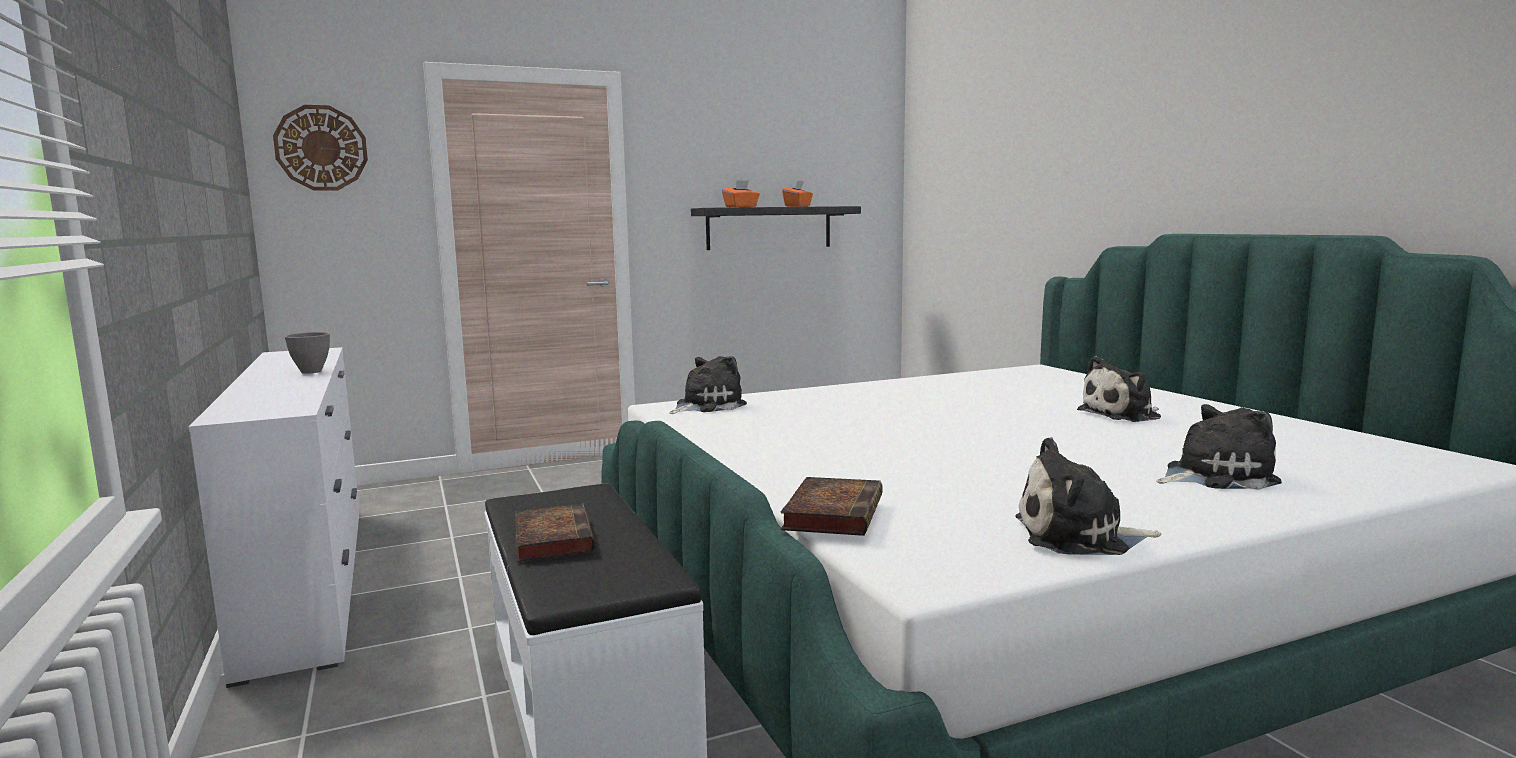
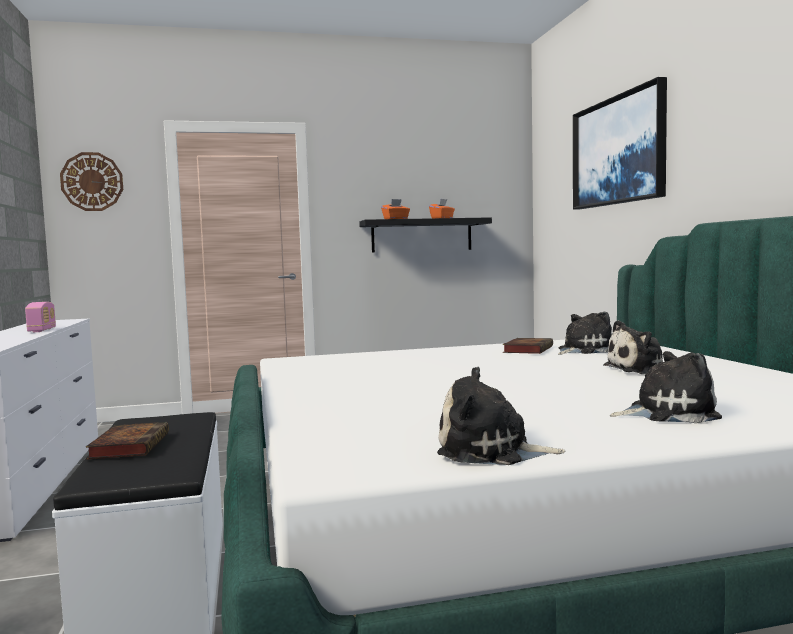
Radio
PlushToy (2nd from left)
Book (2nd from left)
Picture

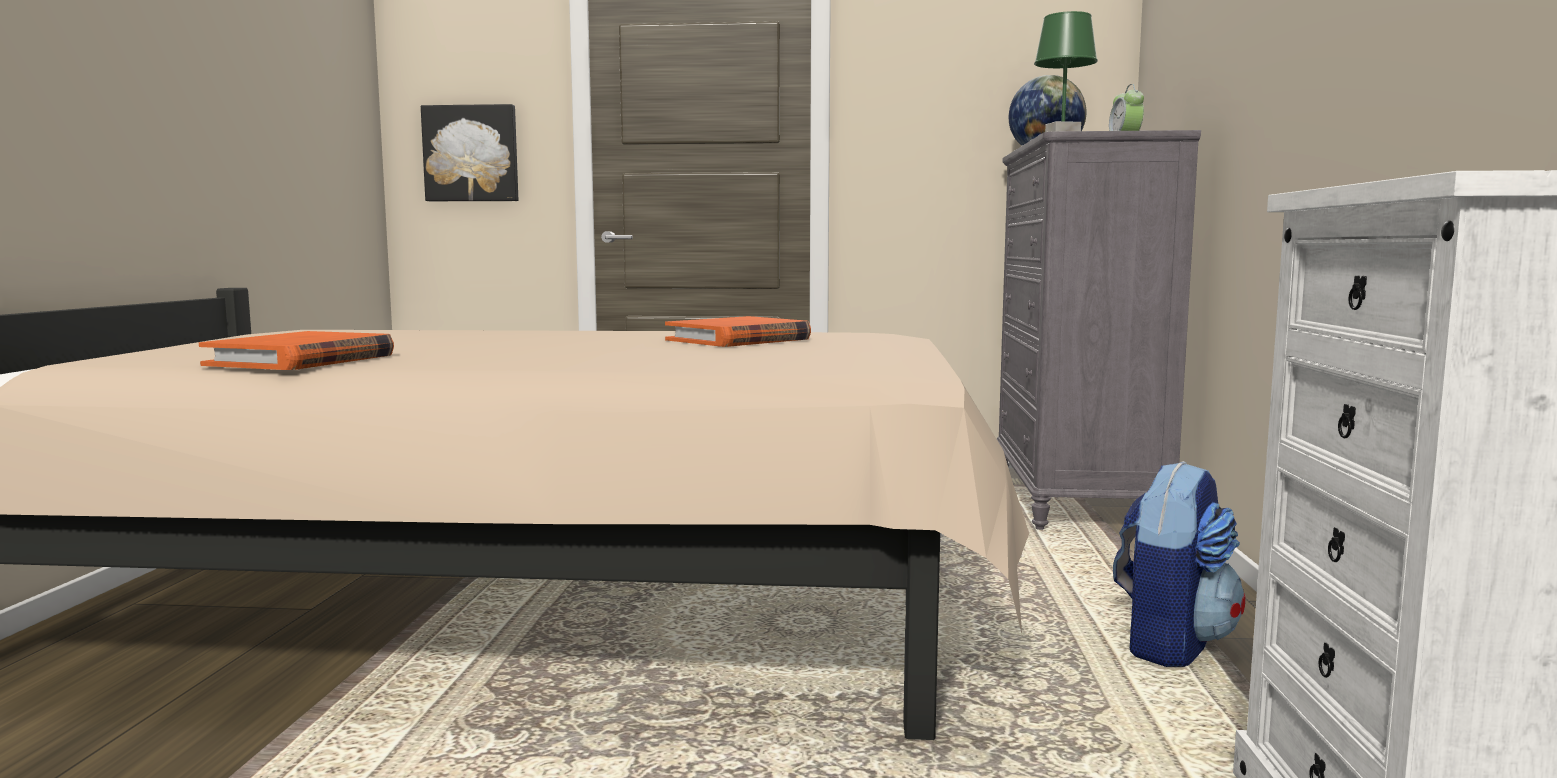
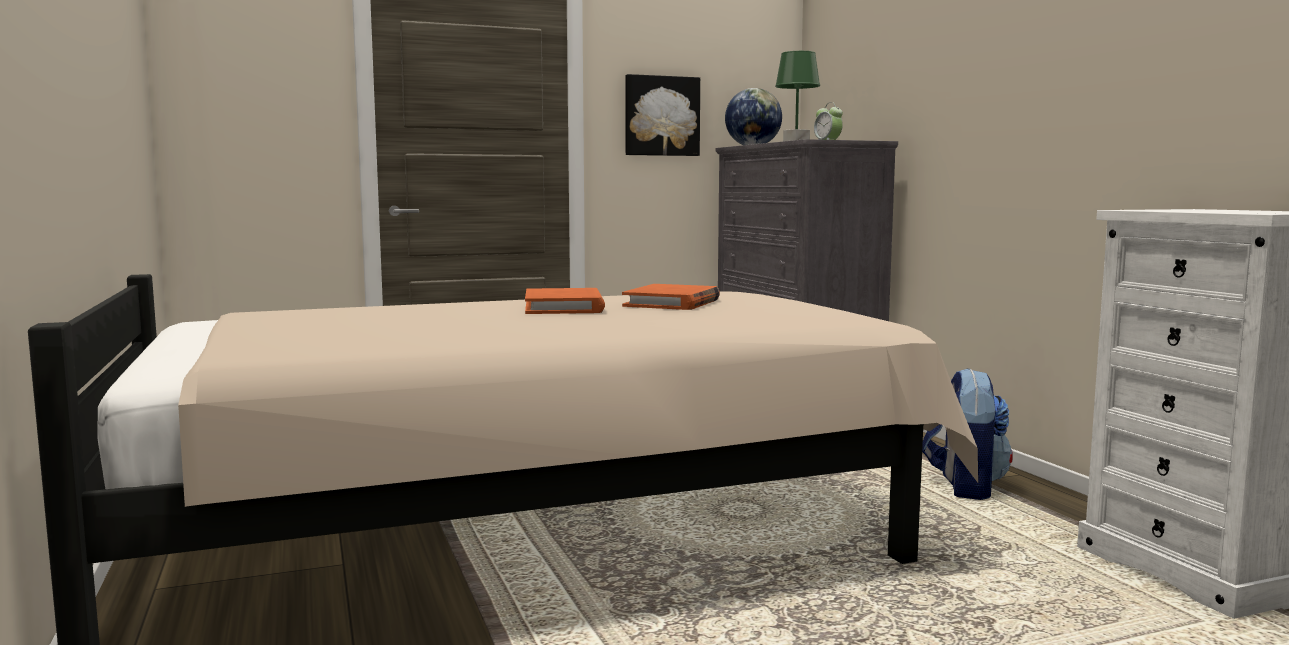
OrangeBook (1st from left)
Picture

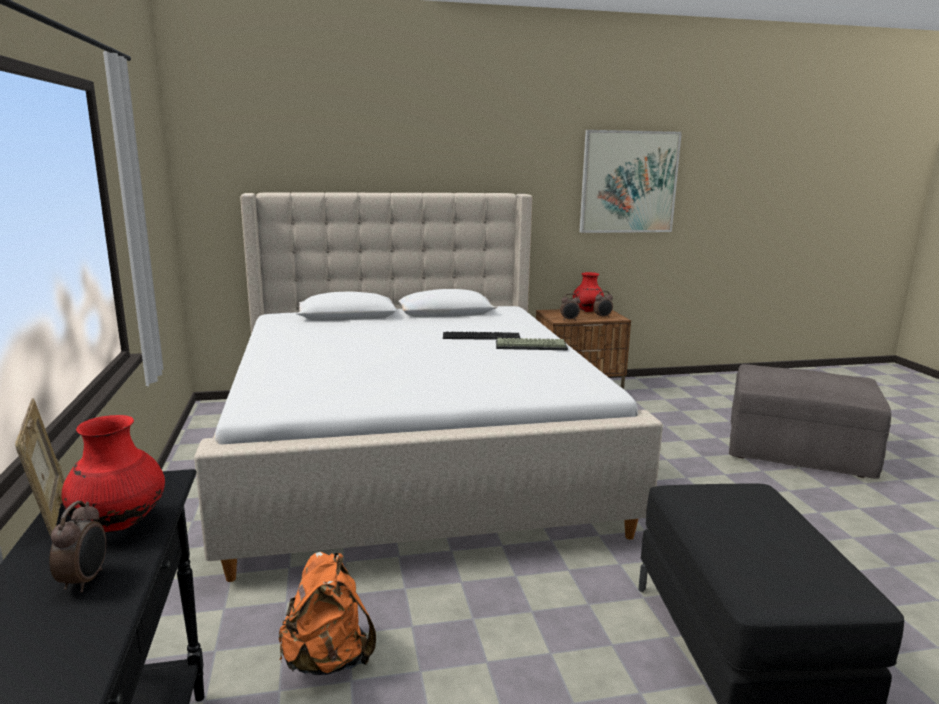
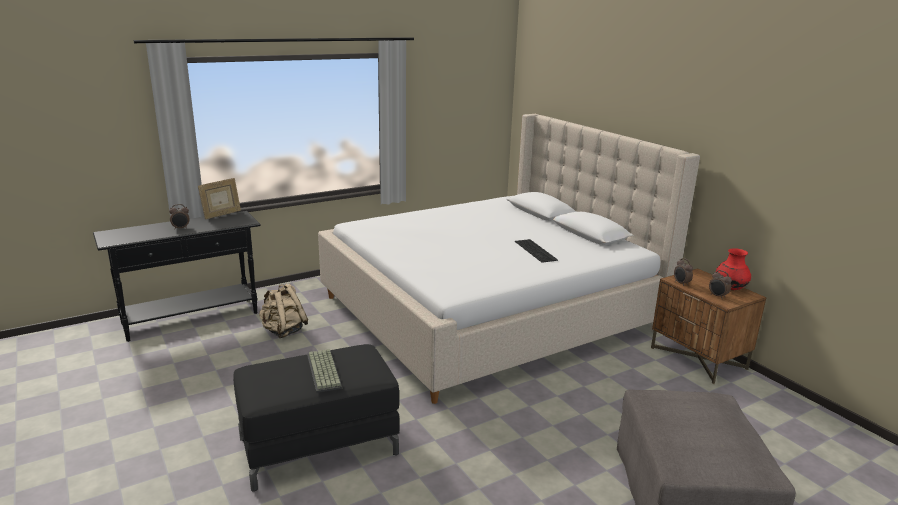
RedVase (1st from left in the first image)
BeigeBackpack
Keyboard (1st from left)
Picture

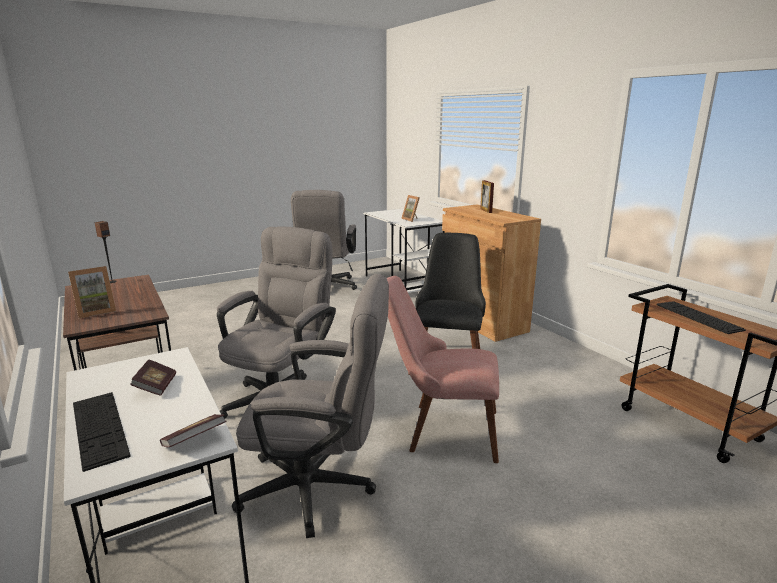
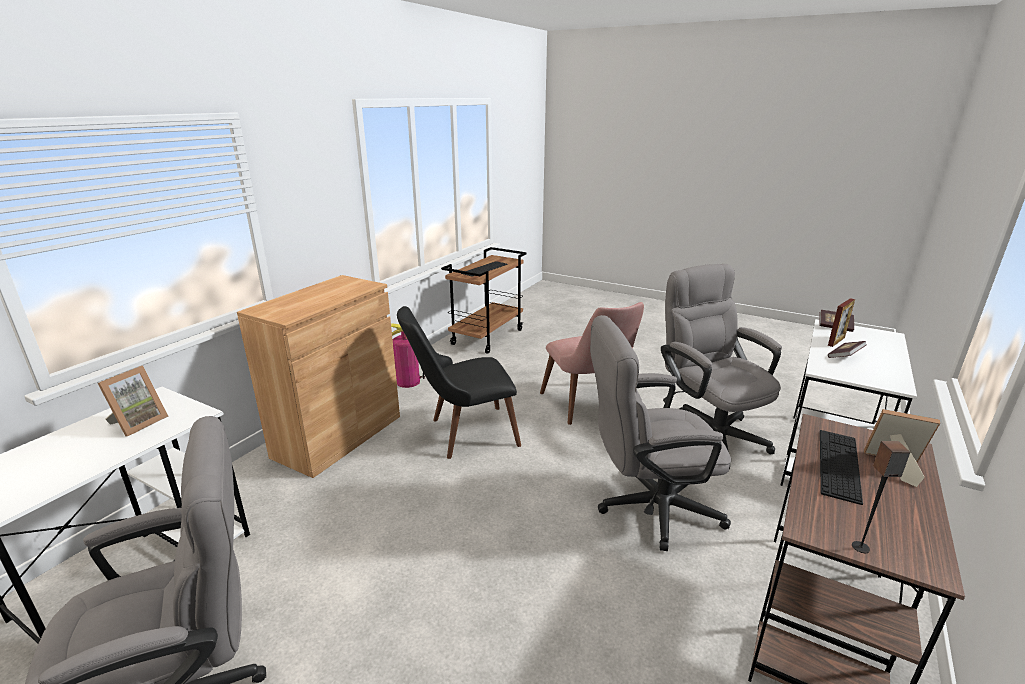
Keyboard (2nd from left)
PictureFrame (2nd from left)
FireExtinguisher

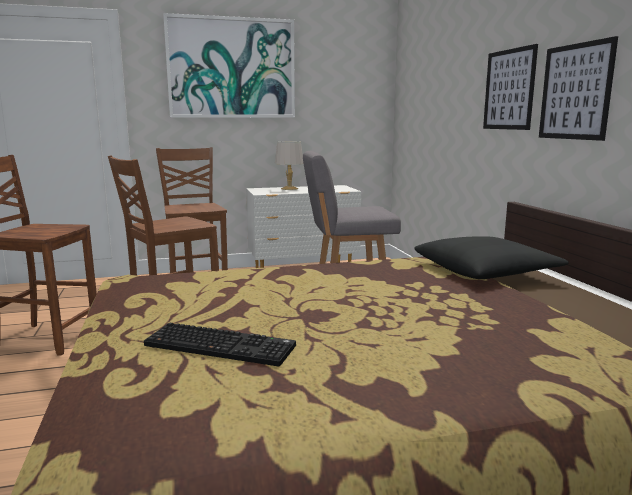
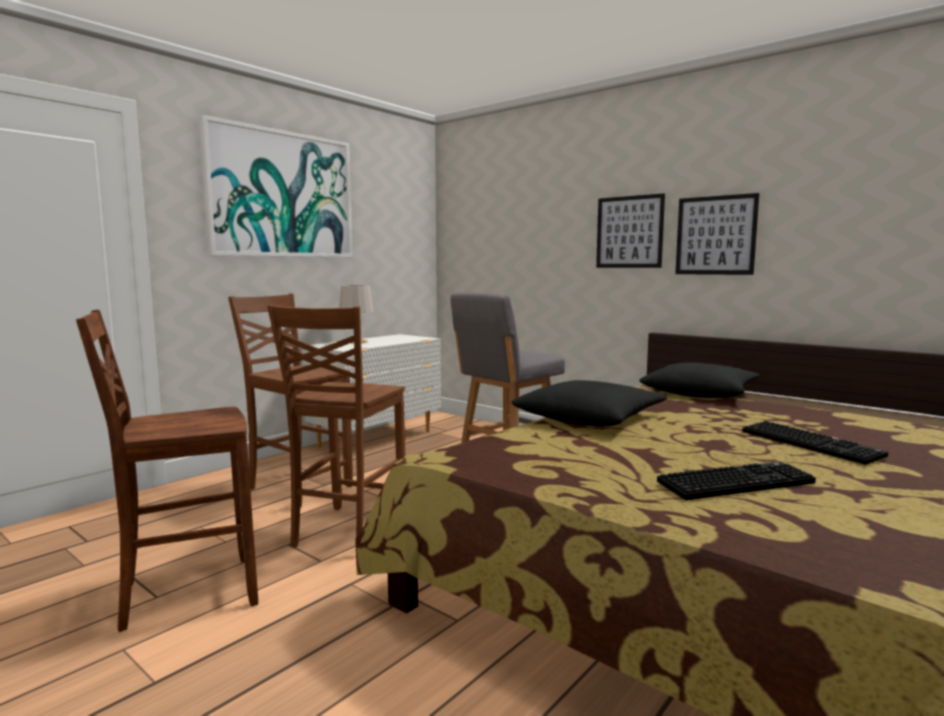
BlackPillow (1st from left)
Keyboard (2nd from left)

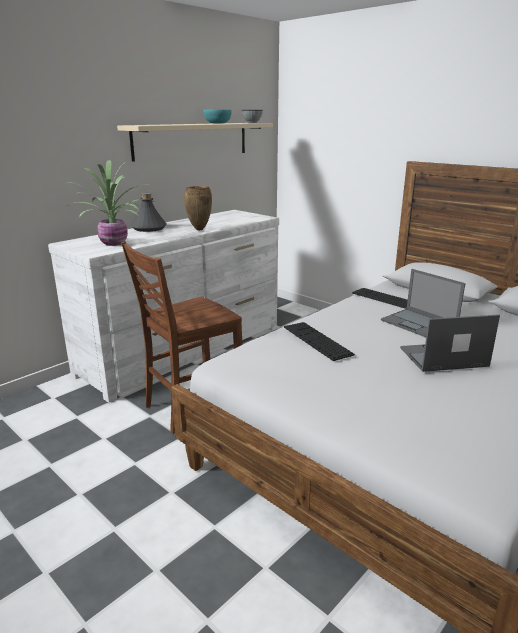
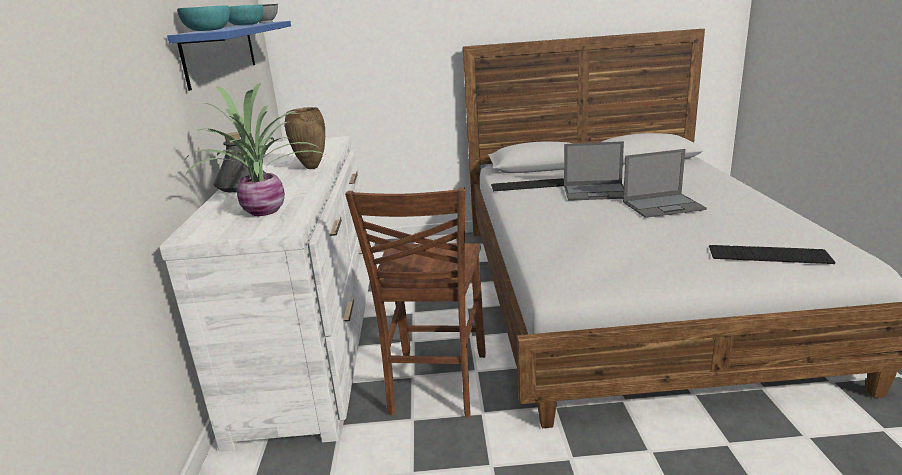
BlueShelf
Keyboard (2nd from left)
Laptop (2nd from left)
TurquoiseBowl (1st from left)

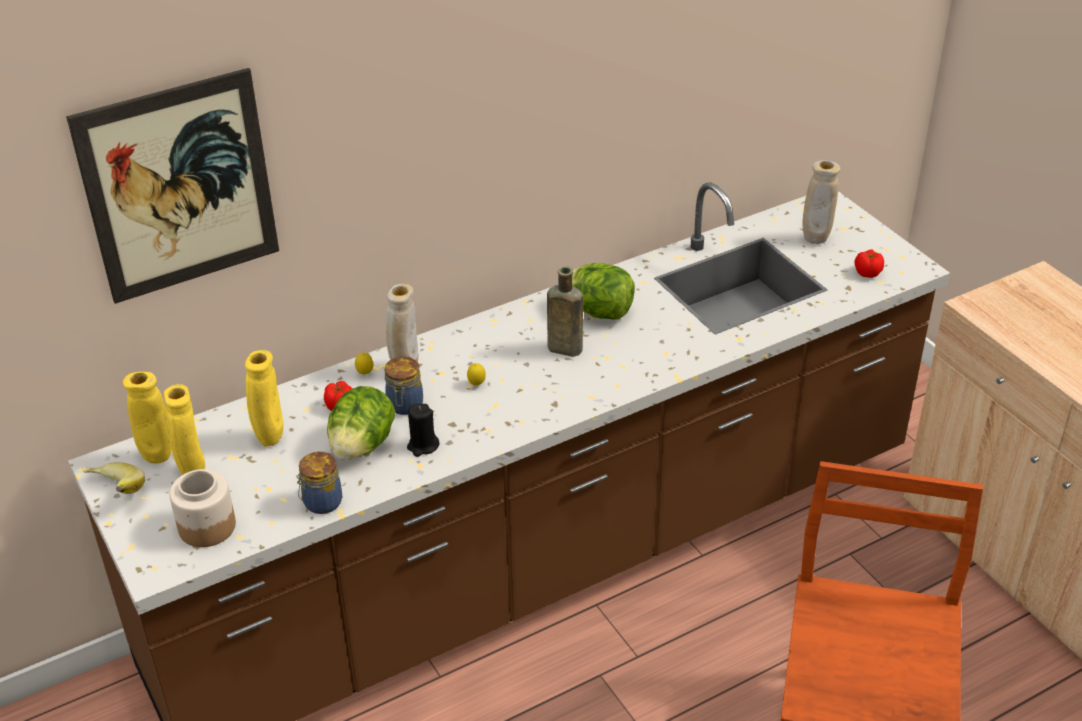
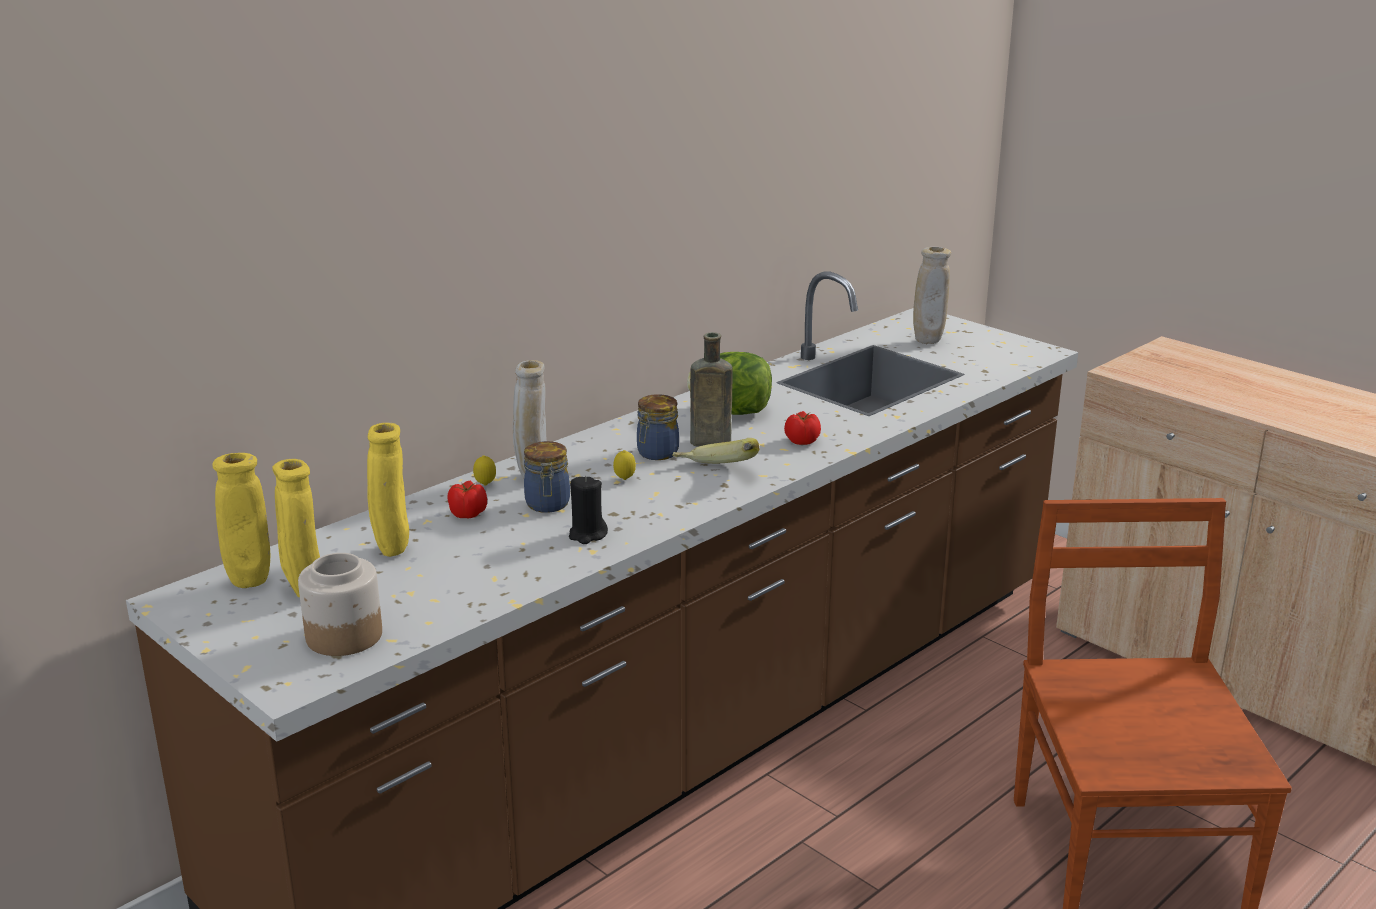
Picture
Banana
Jar (3rd from left)
Lettuce (1st from left in the first image)
Tomato (2nd from left)

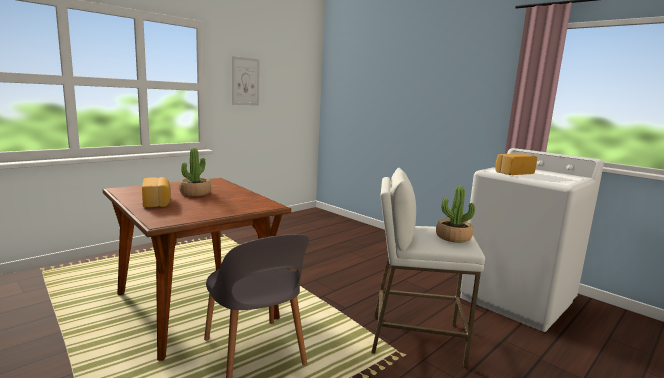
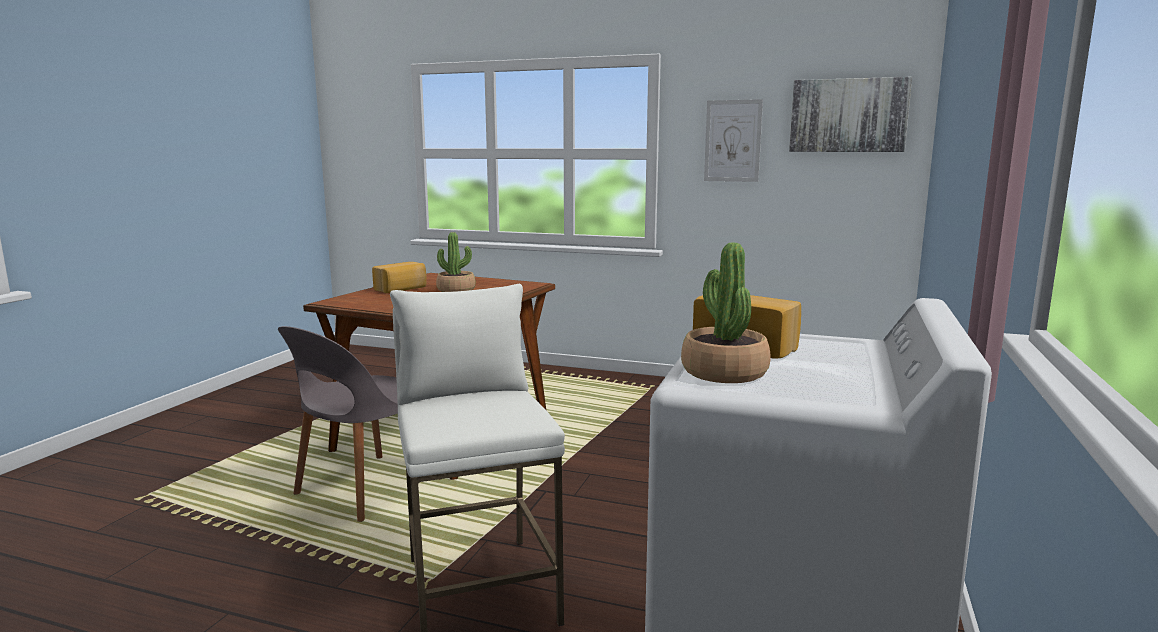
PottedPlant (2nd from left)
Picture (2nd from left)

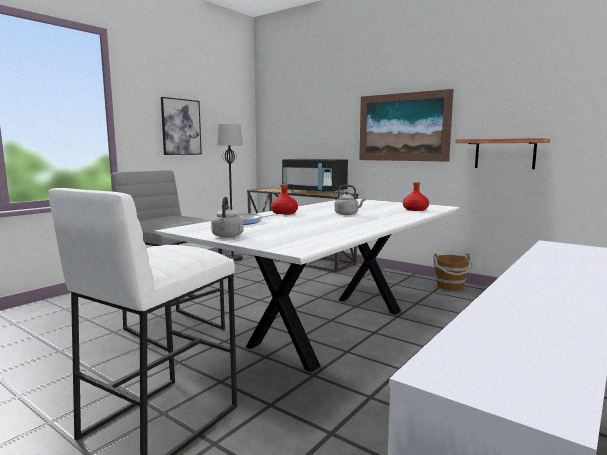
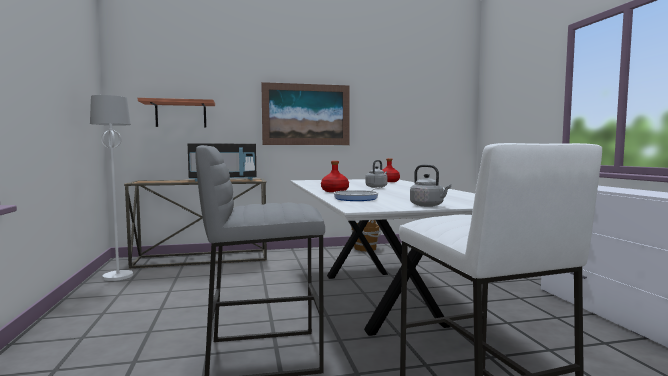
Picture (1st from left in the first image)
WhiteFloorLamp
Shelf

